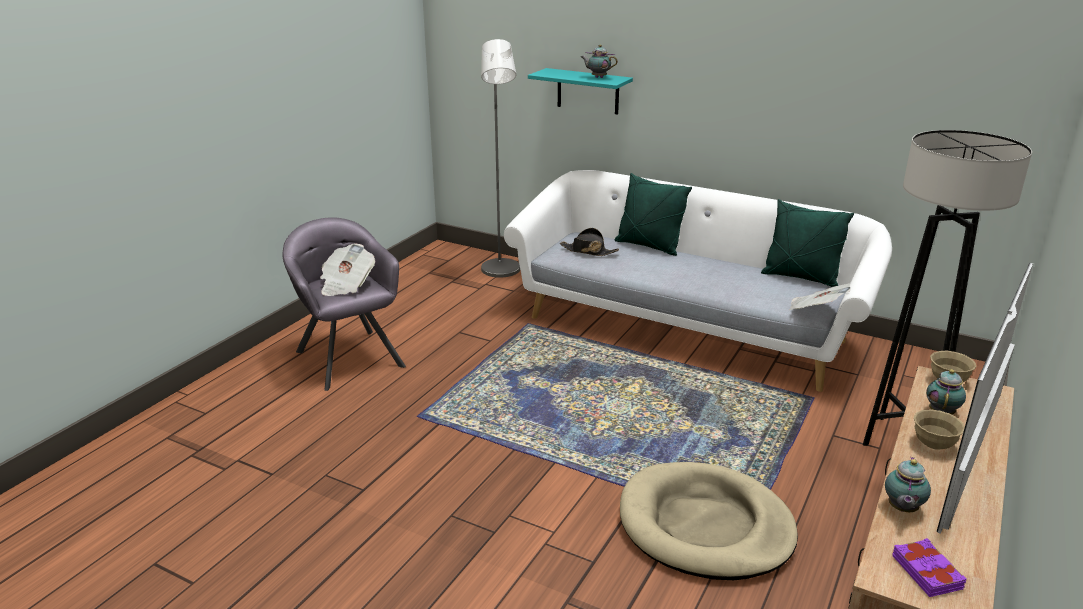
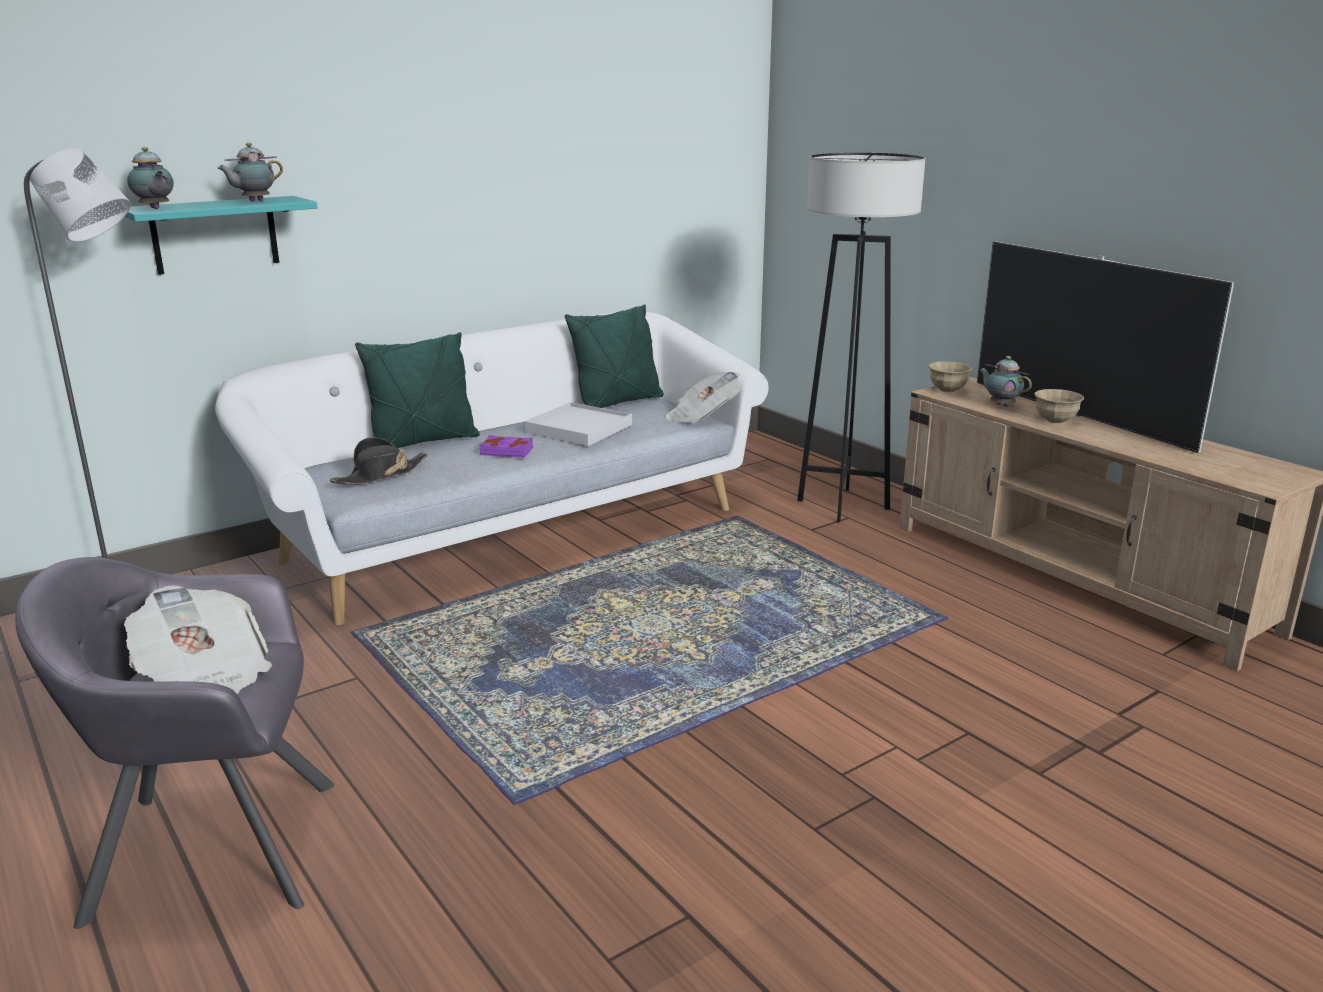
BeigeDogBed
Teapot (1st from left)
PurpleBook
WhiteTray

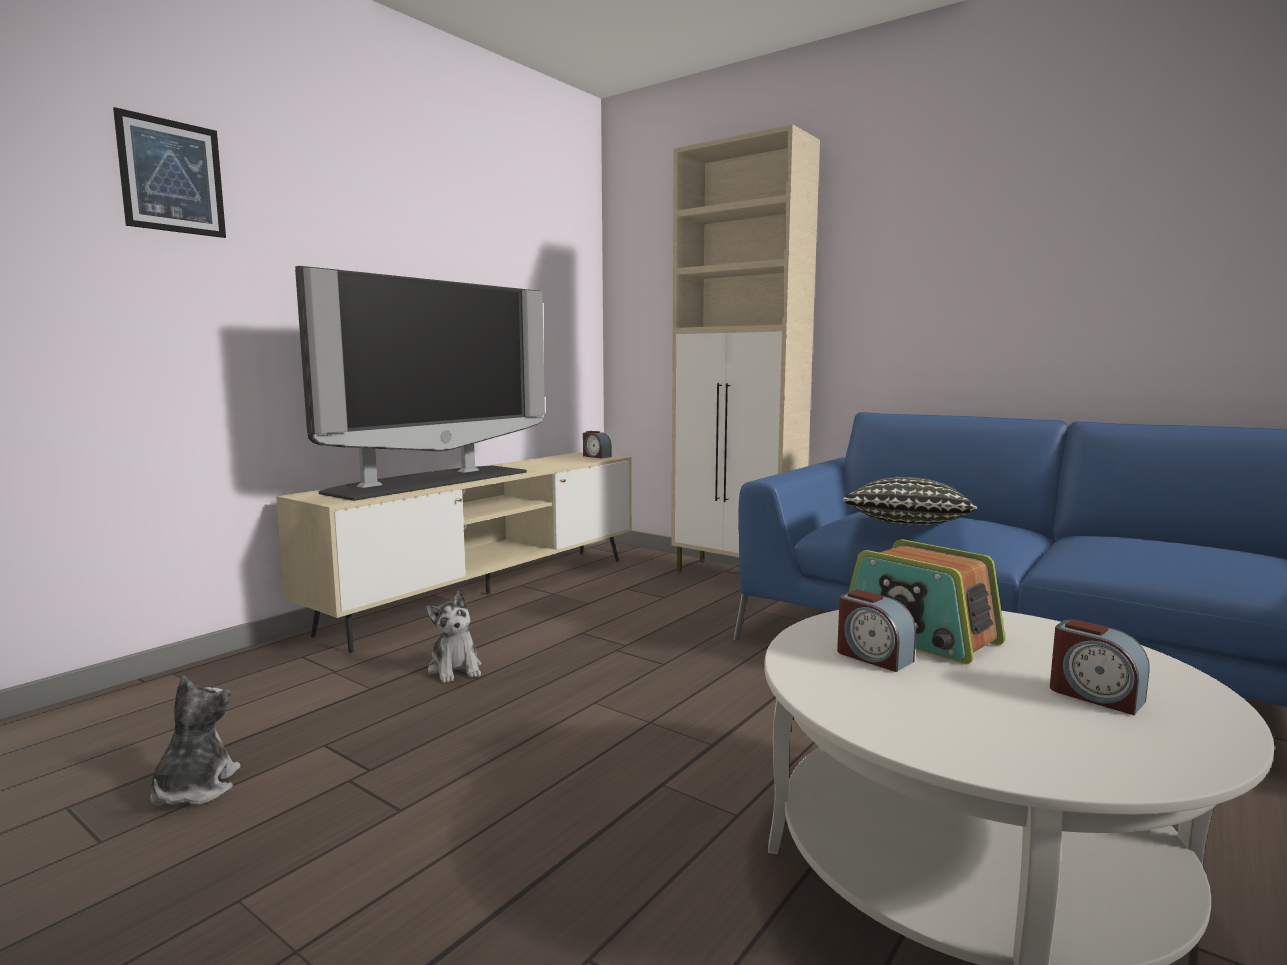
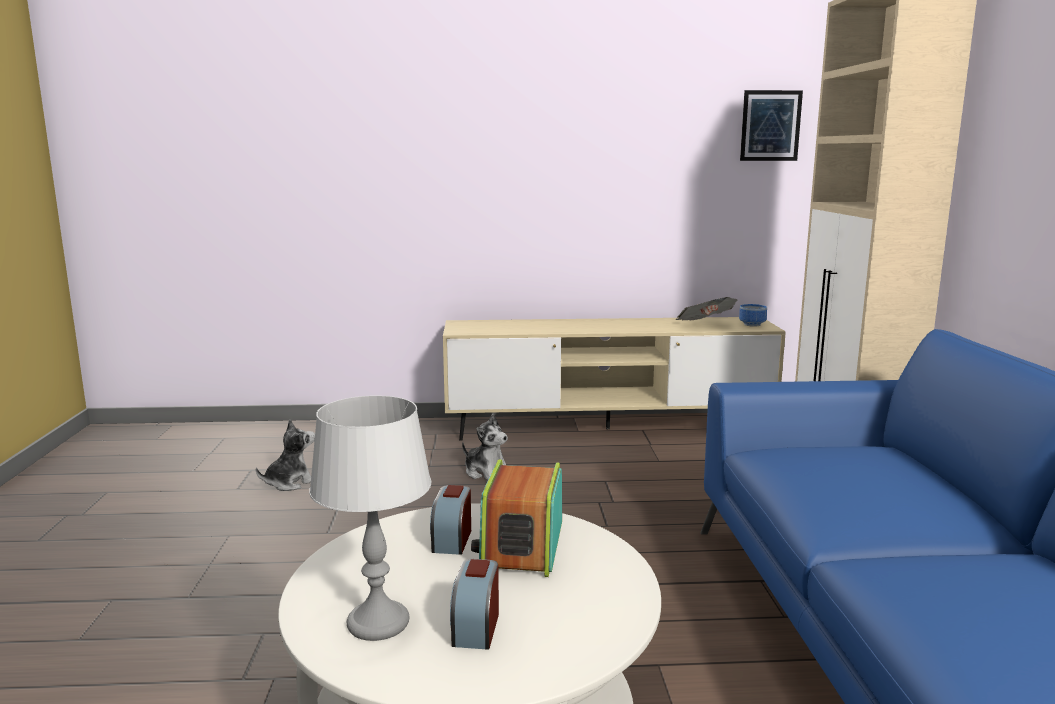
Picture
Television
PlushToy (2nd from left)
Bowl
Pillow
GreyTableLamp
Newspaper

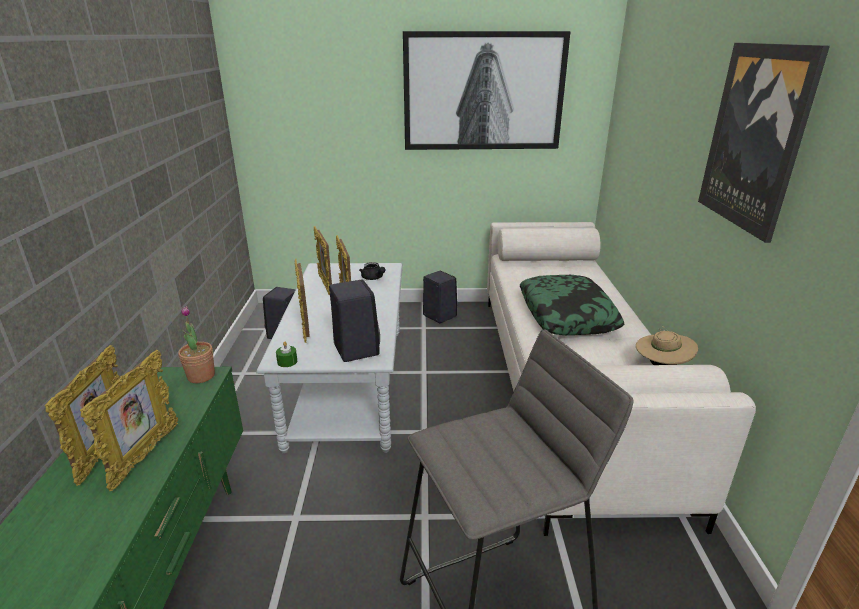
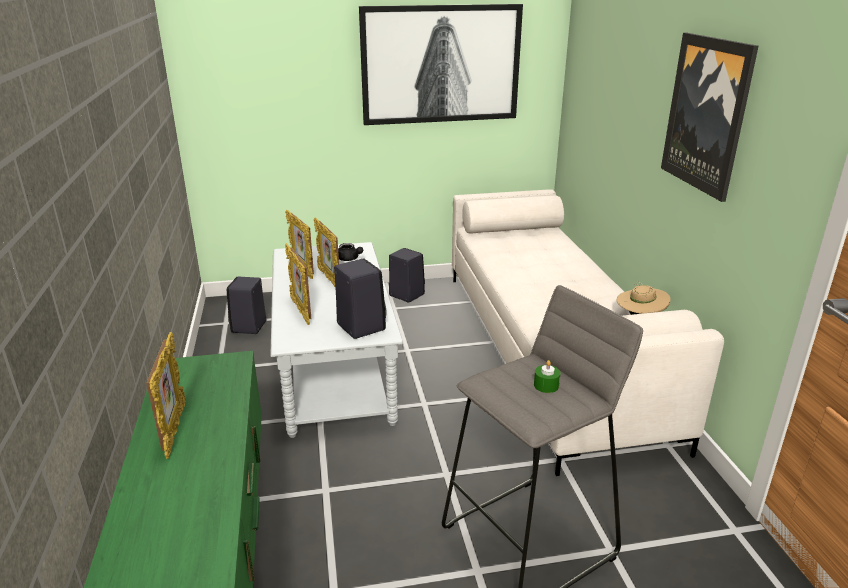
PictureFrame (2nd from left in the first image)
PottedPlant
GreenCandle
Pillow

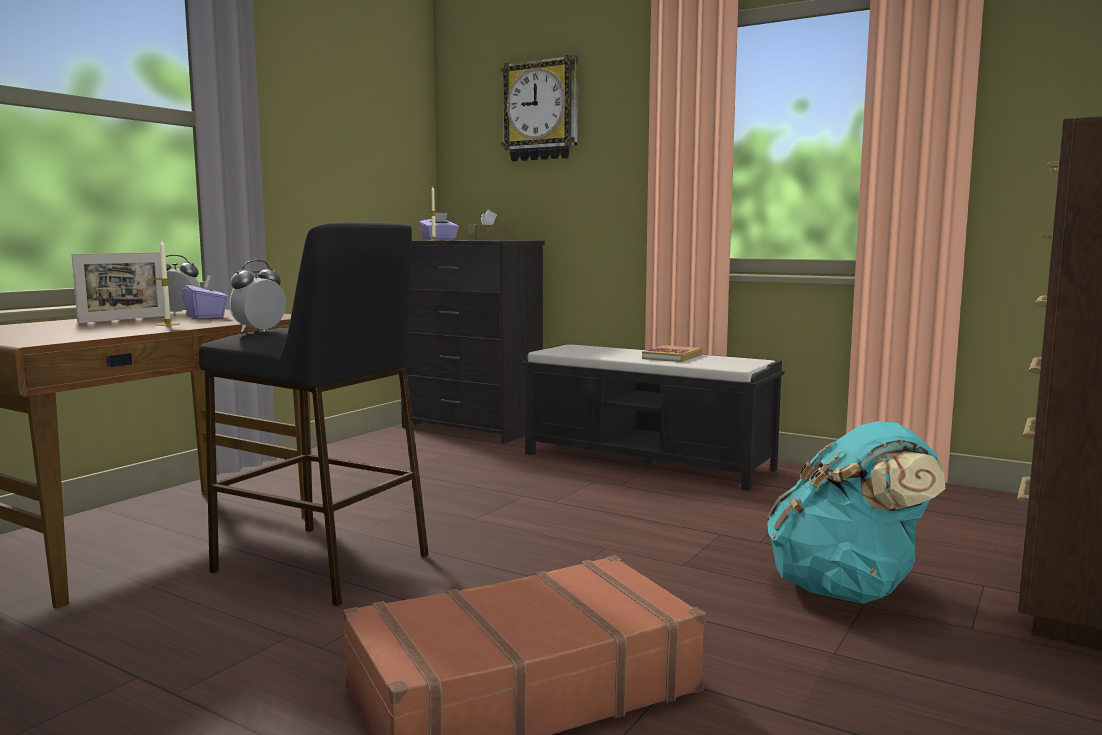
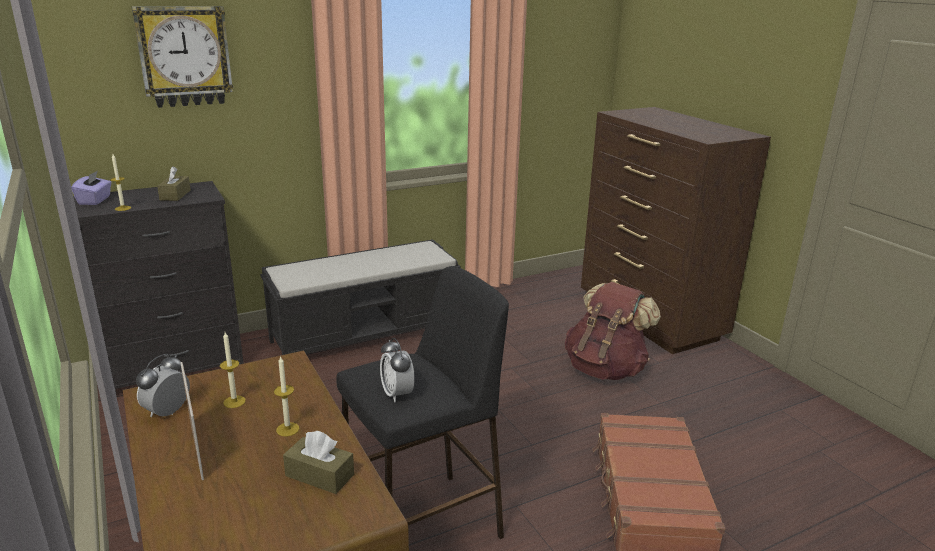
Candle (2nd from left)
Book
BrownBackpack
BrownTissueBox (2nd from left)

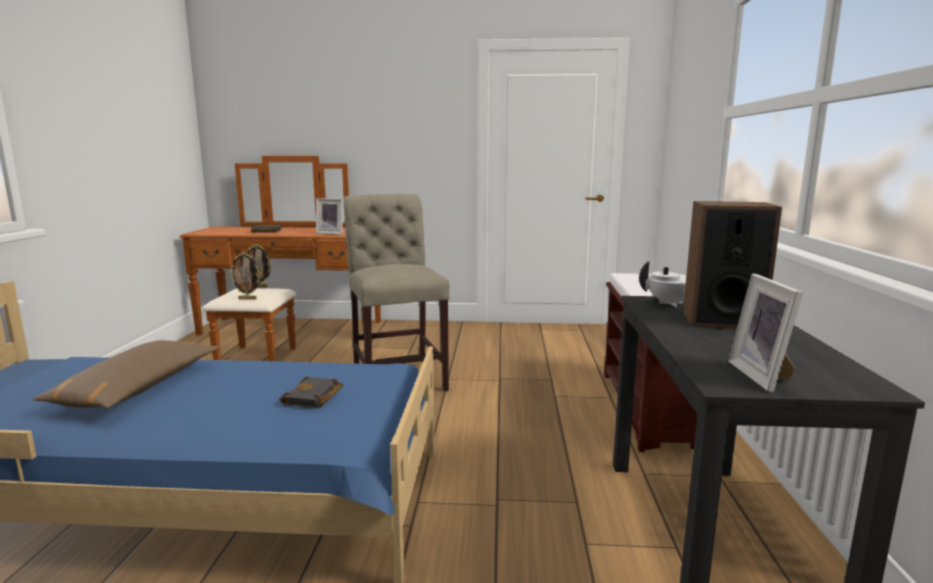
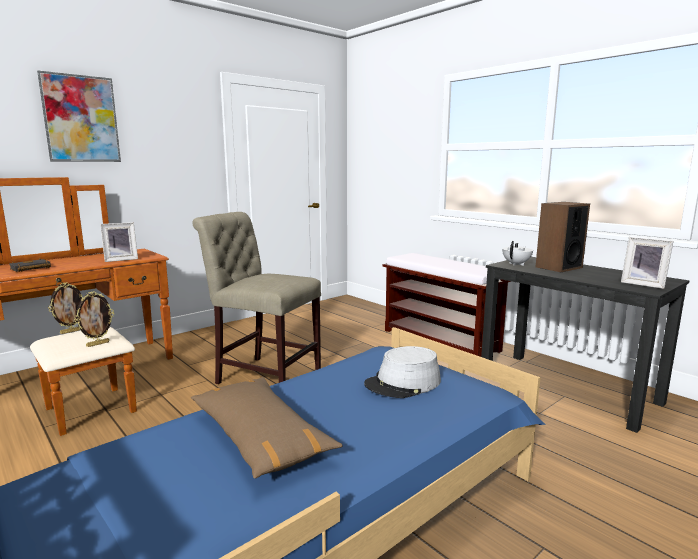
GreyHat
Picture

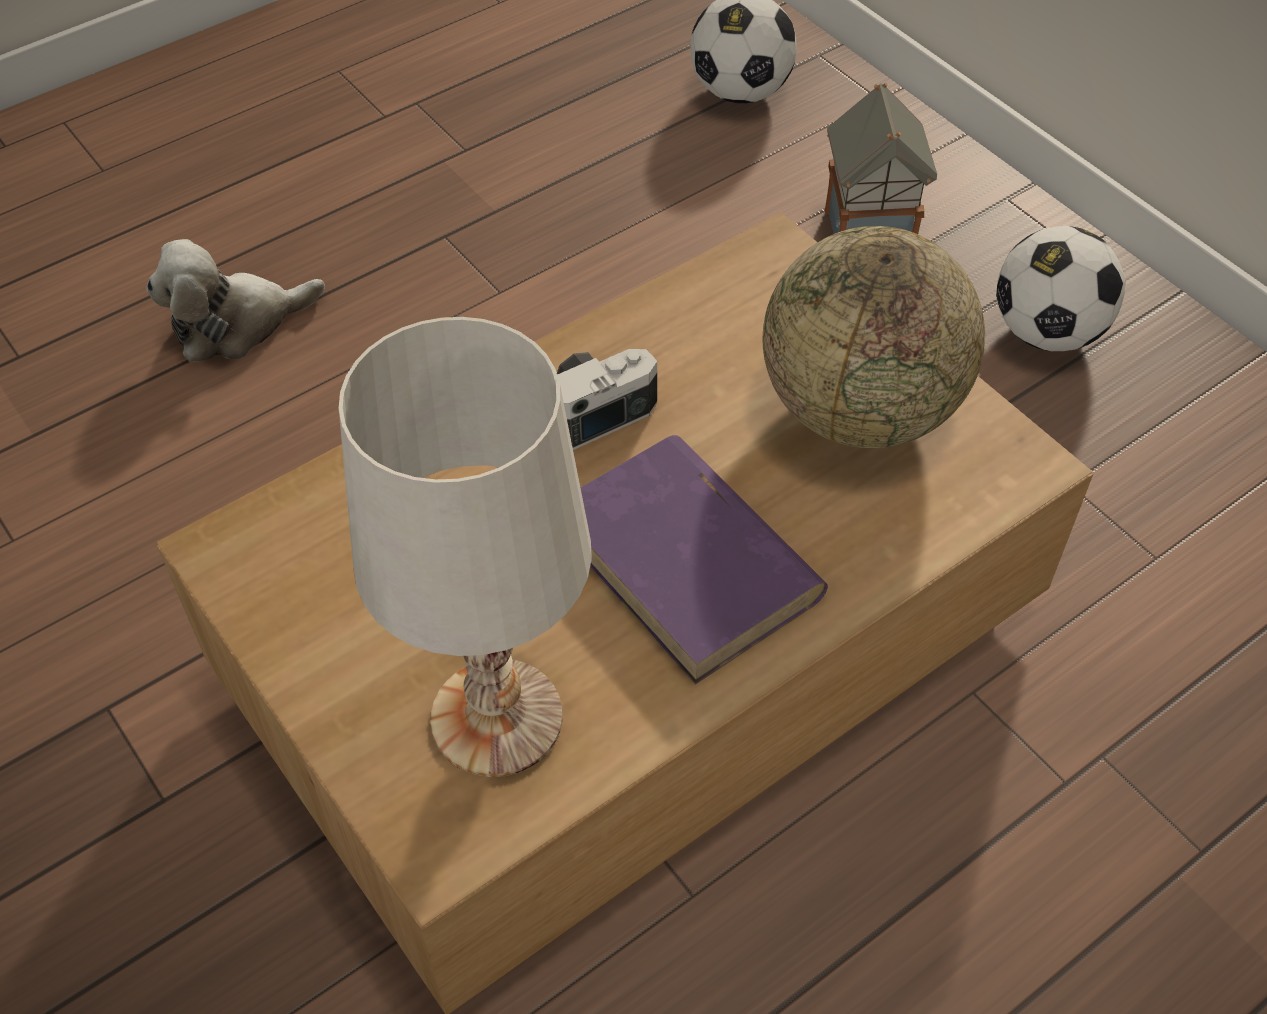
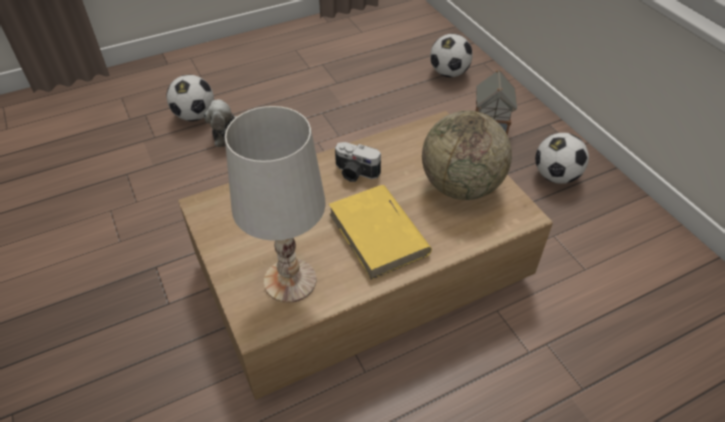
PhotoCamera
YellowBook
Football (1st from left)

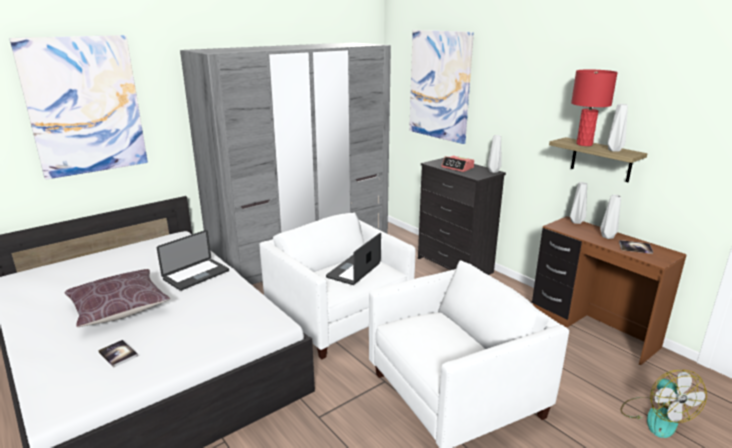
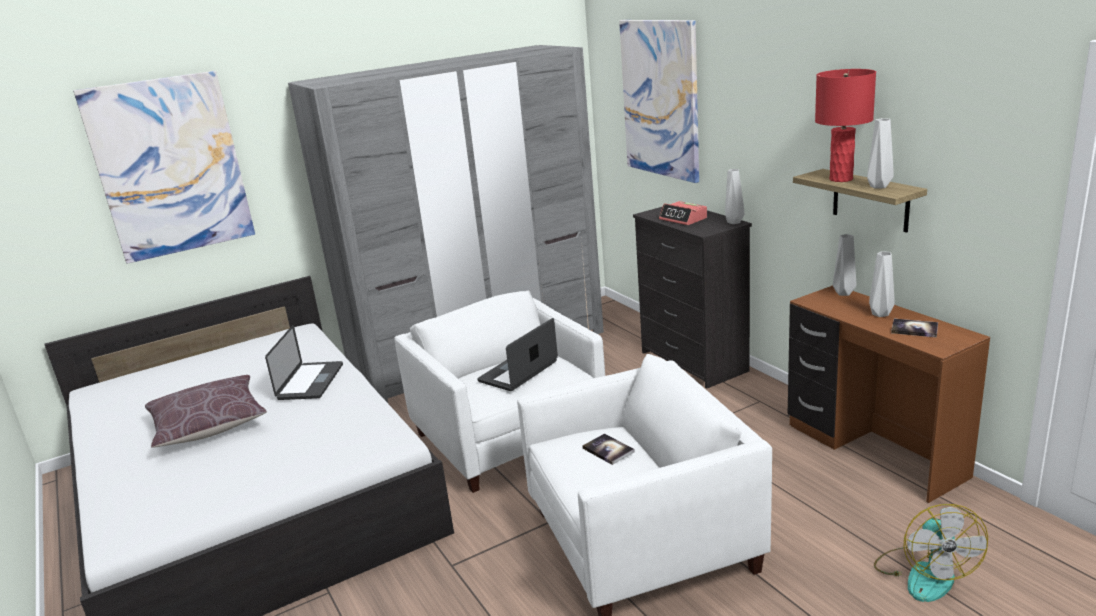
Book (1st from left)
Laptop (1st from left)

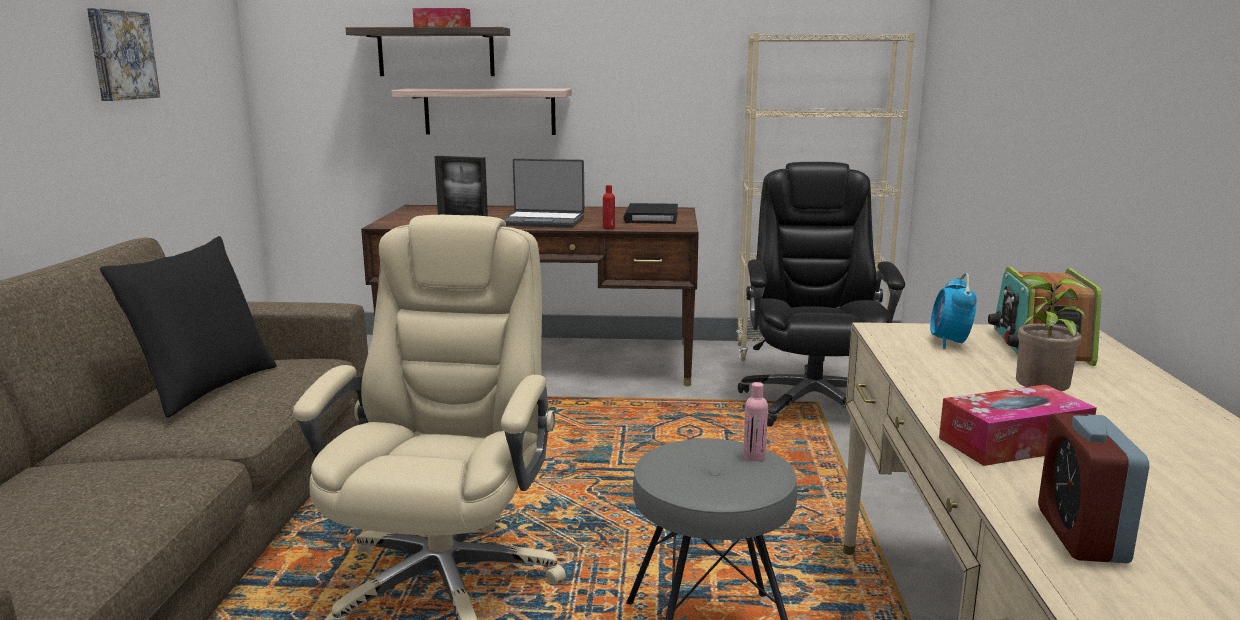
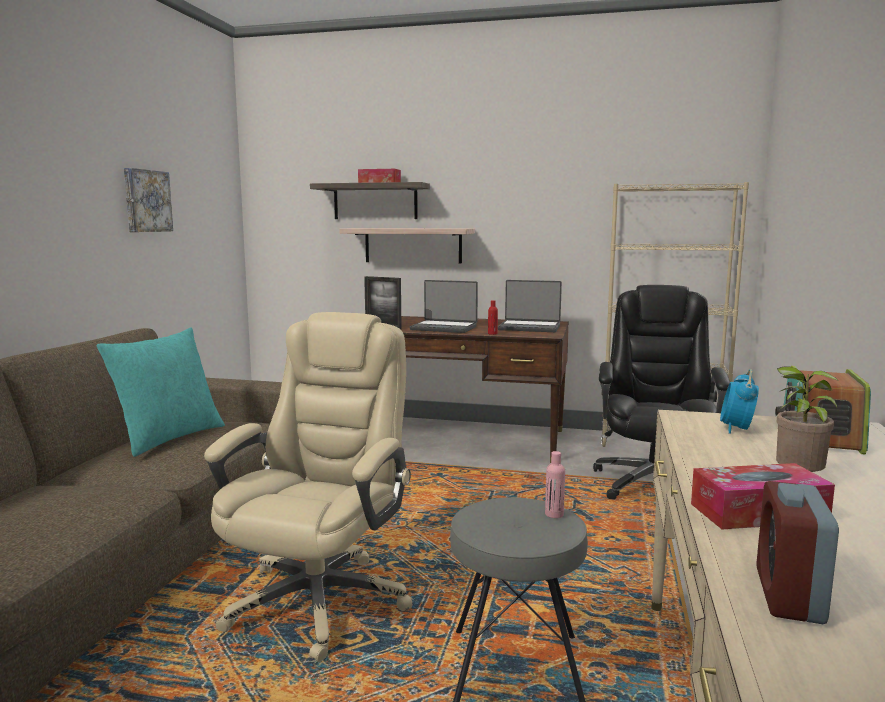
TurquoisePillow
Laptop (2nd from left)

